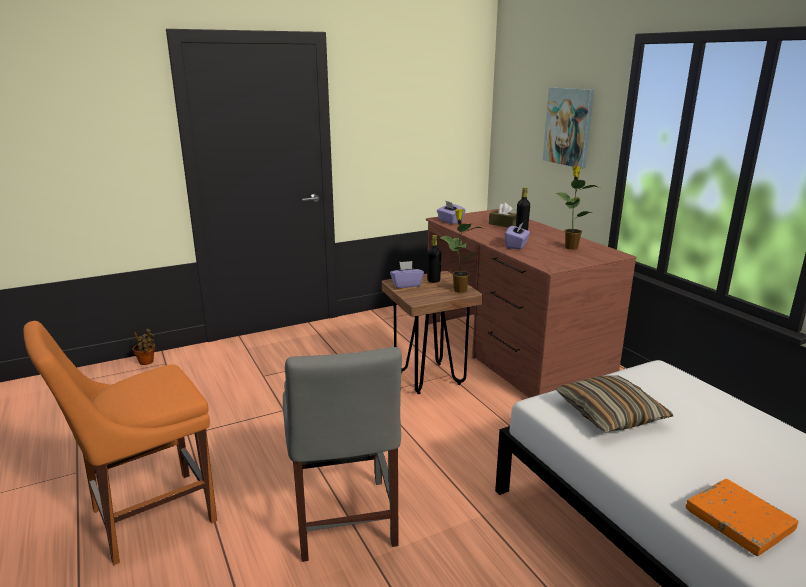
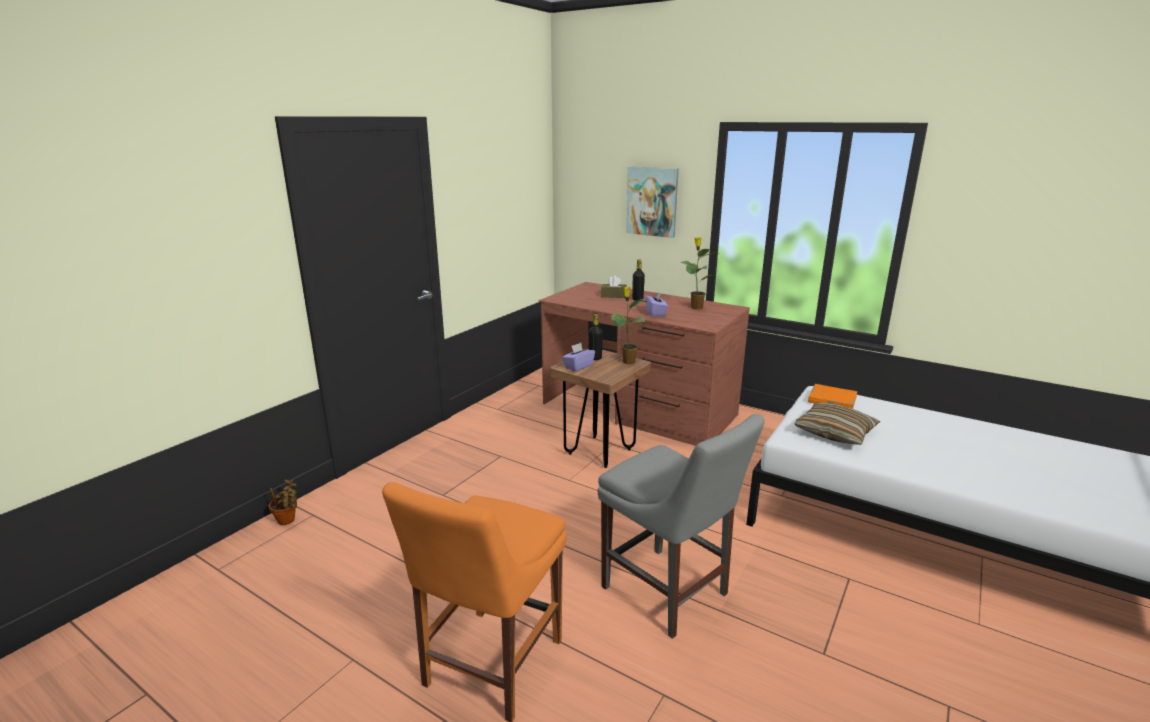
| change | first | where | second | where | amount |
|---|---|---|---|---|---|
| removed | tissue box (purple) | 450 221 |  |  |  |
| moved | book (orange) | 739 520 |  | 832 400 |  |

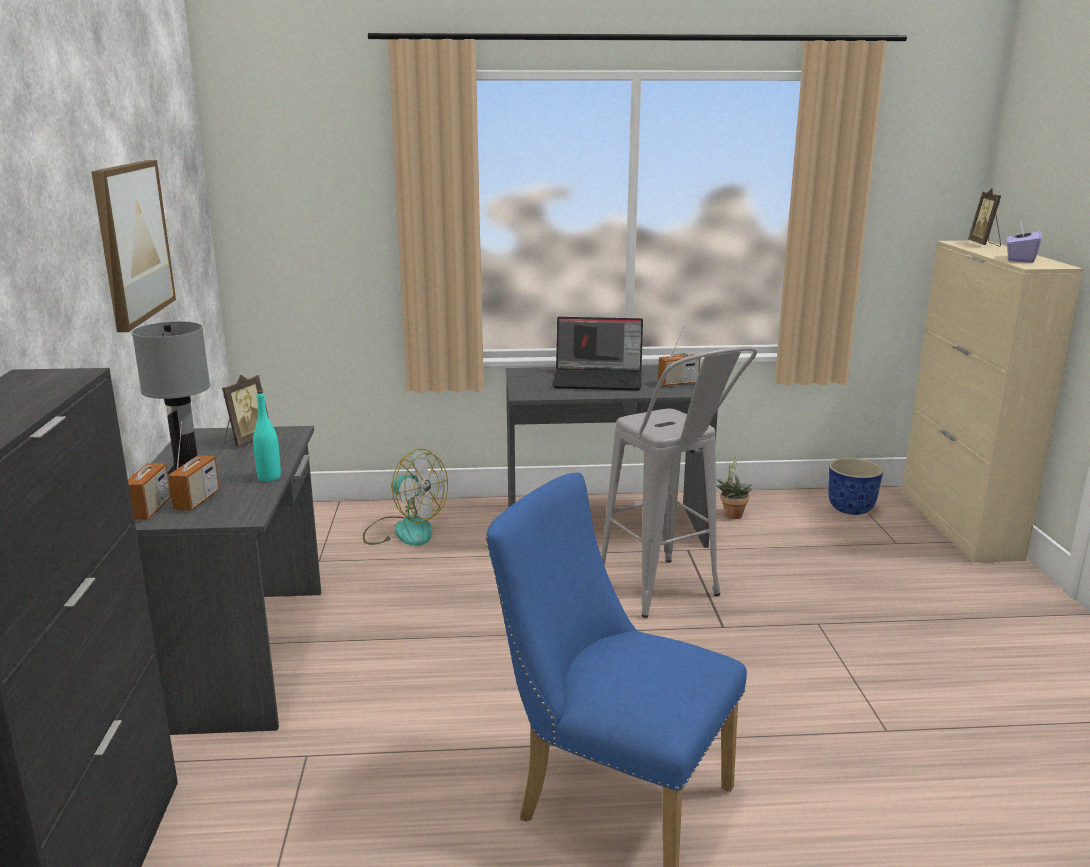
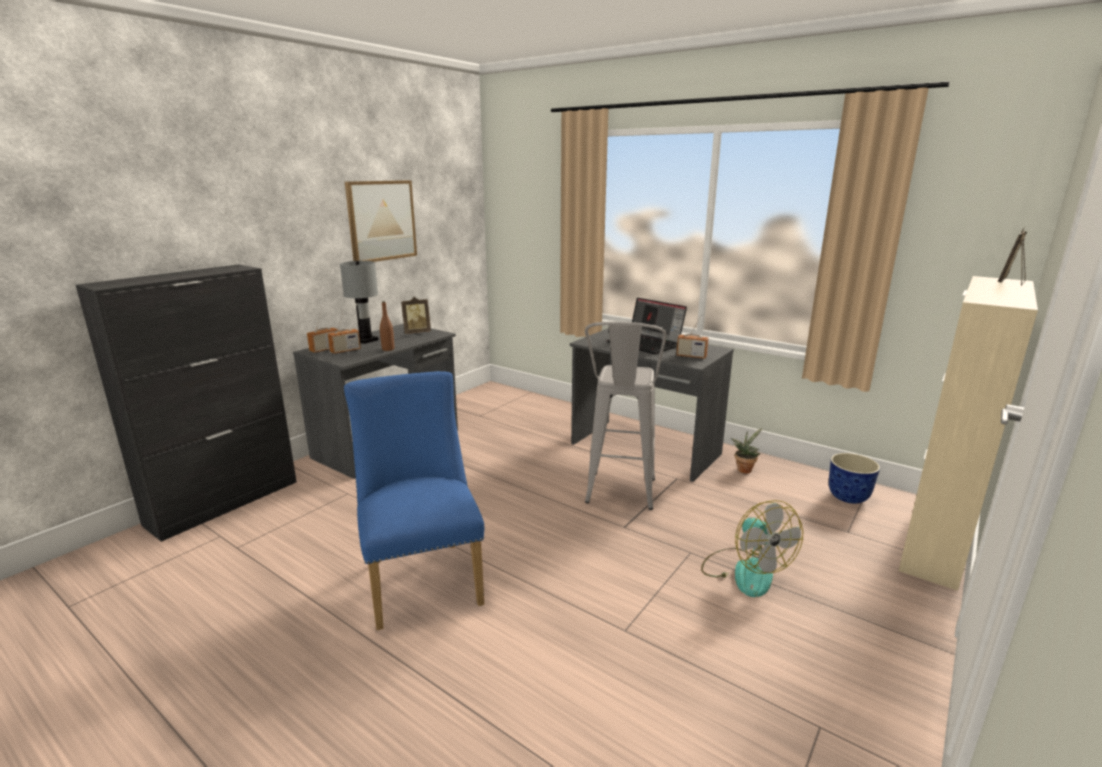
| change | first | where | second | where | amount |
|---|---|---|---|---|---|
| removed | tissue box (purple) | 1019 259 |  |  |  |
| recoloured | bottle (turquoise) | 269 477 | bottle (brown) | 388 349 |  |
| moved | fan | 404 530 |  | 745 571 |  |

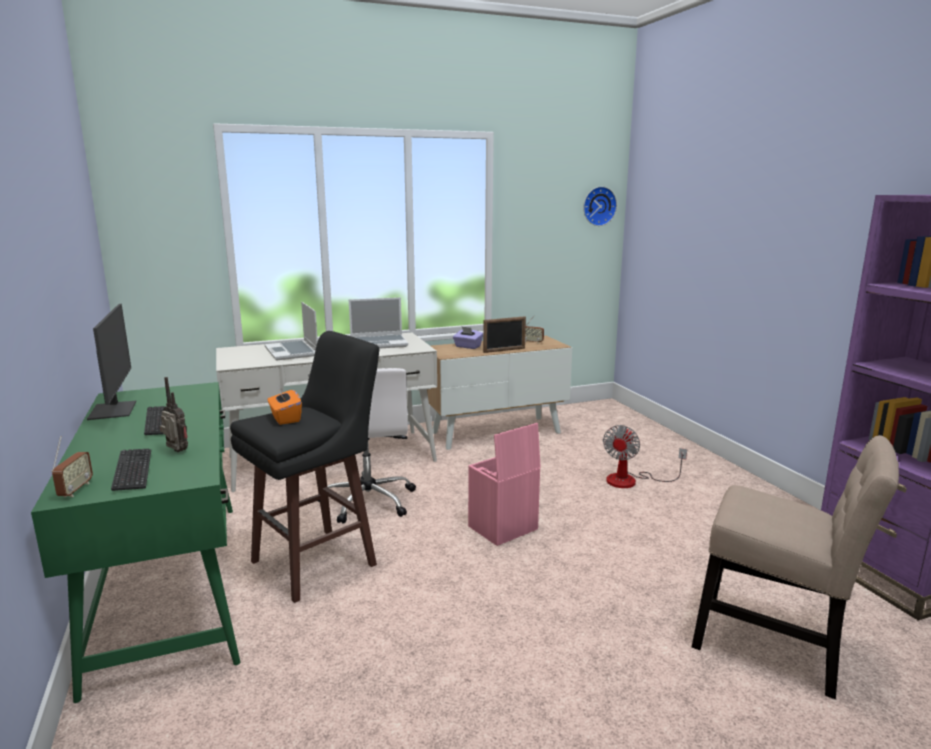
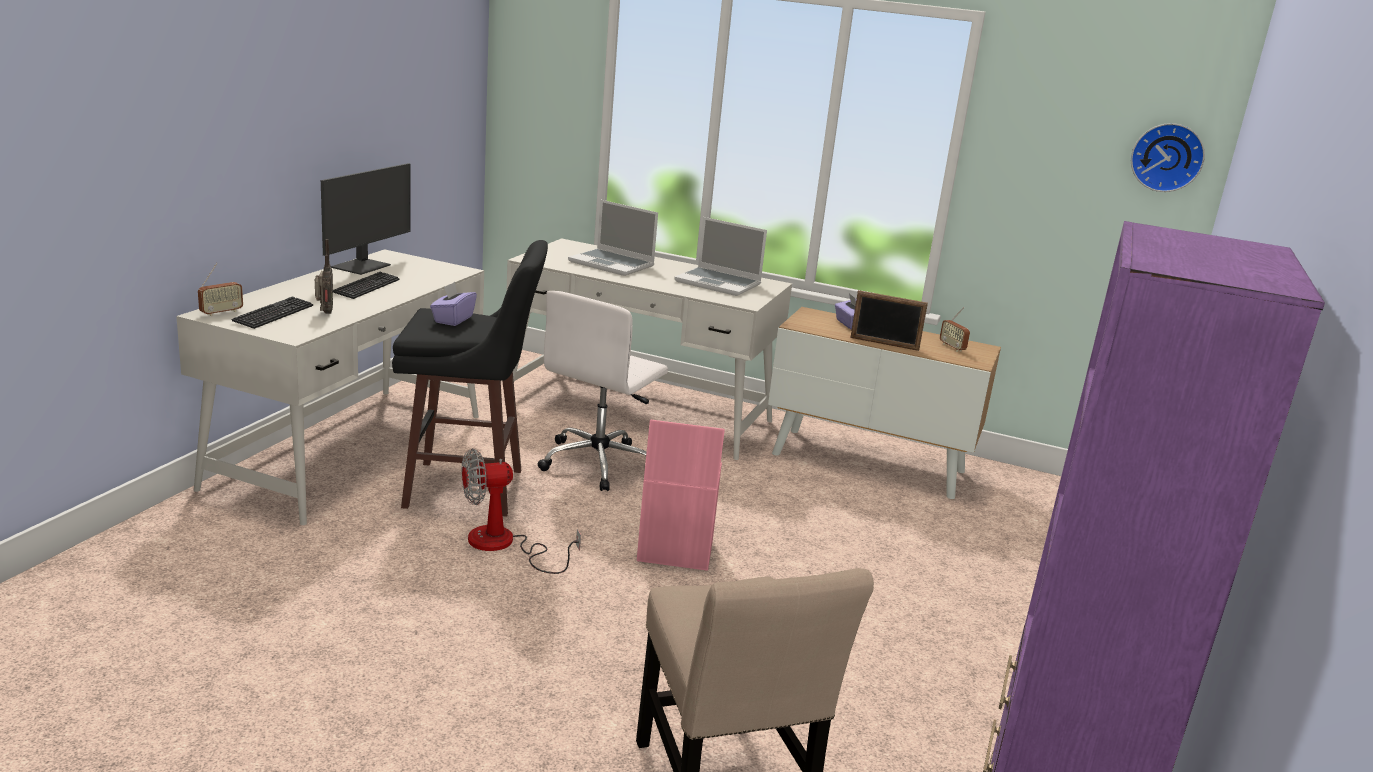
| change | first | where | second | where | amount |
|---|---|---|---|---|---|
| turned | laptop | 292 352 |  | 613 264 | 75 degrees counterclockwise |
| recoloured | desk (green) | 172 584 | desk (white) | 351 450 |  |
| recoloured | tissue box (orange) | 285 418 | tissue box (purple) | 453 319 |  |
| moved | fan | 631 480 |  | 504 545 |  |

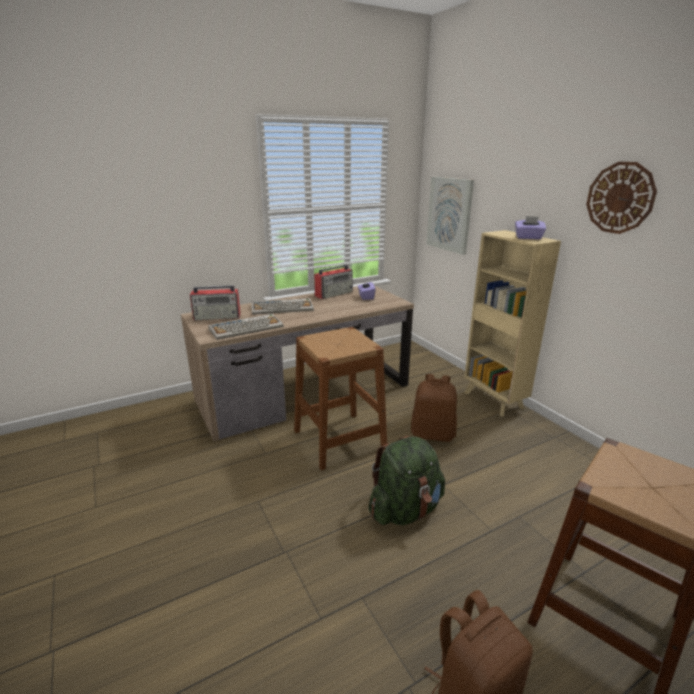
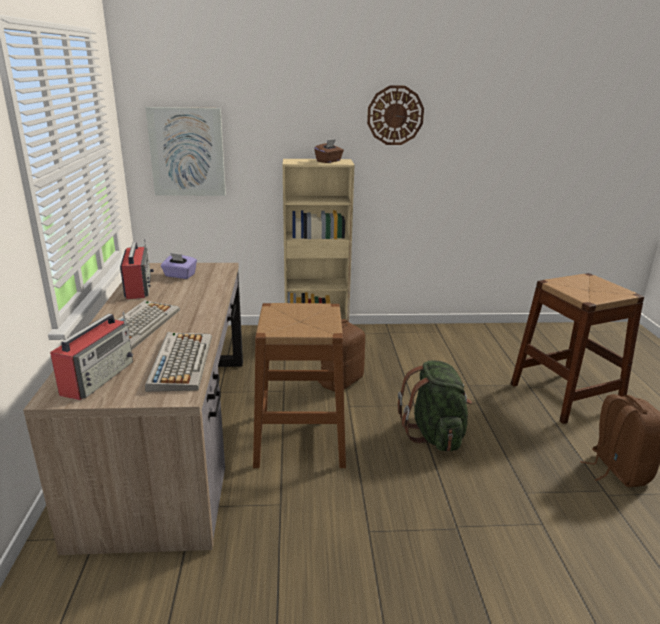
| change | first | where | second | where | amount |
|---|---|---|---|---|---|
| recoloured | tissue box (purple) | 528 238 | tissue box (brown) | 329 161 |  |

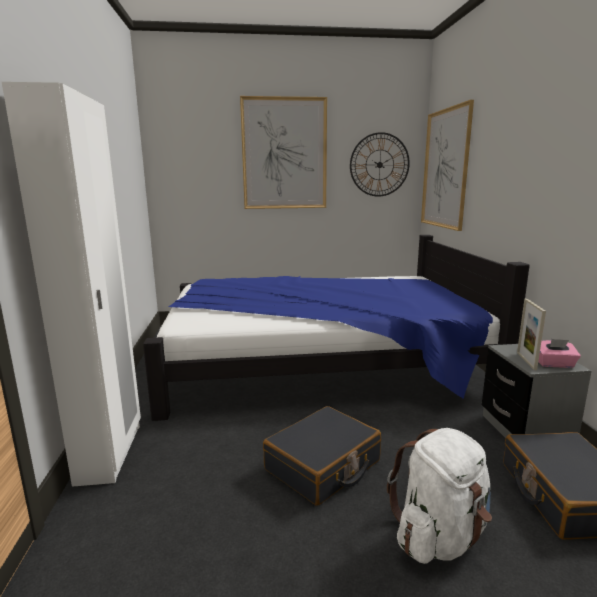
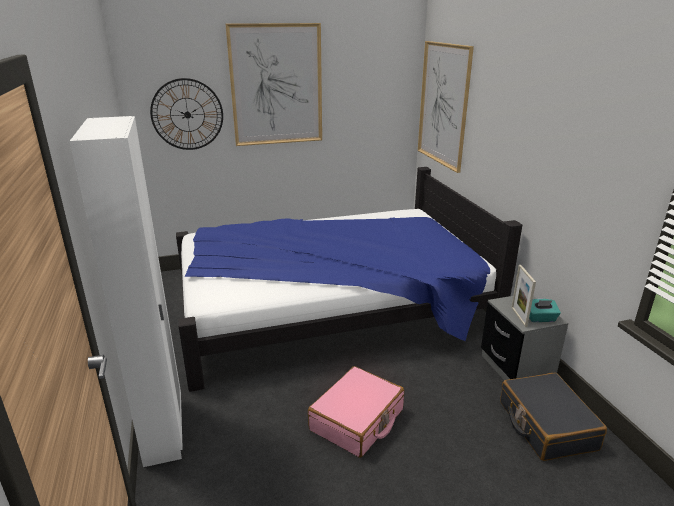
| change | first | where | second | where | amount |
|---|---|---|---|---|---|
| moved | wall clock | 379 165 |  | 187 114 |  |
| recoloured | tissue box (pink) | 554 364 | tissue box (turquoise) | 540 318 |  |
| recoloured | suitcase (black) | 323 466 | suitcase (pink) | 357 420 |  |
| removed | backpack (white) | 440 535 |  |  |  |

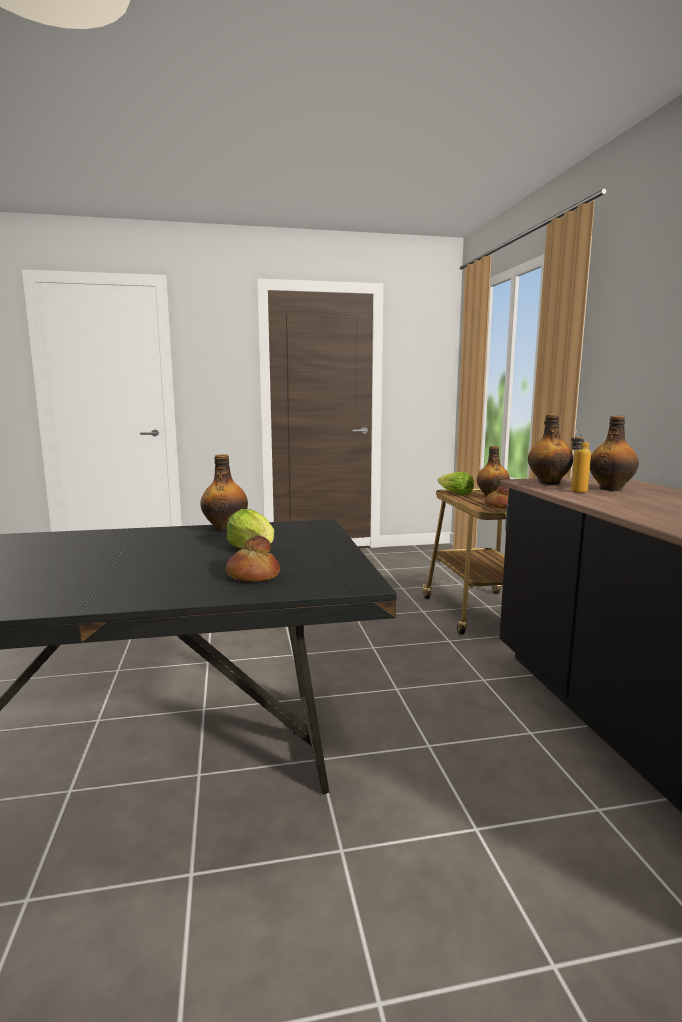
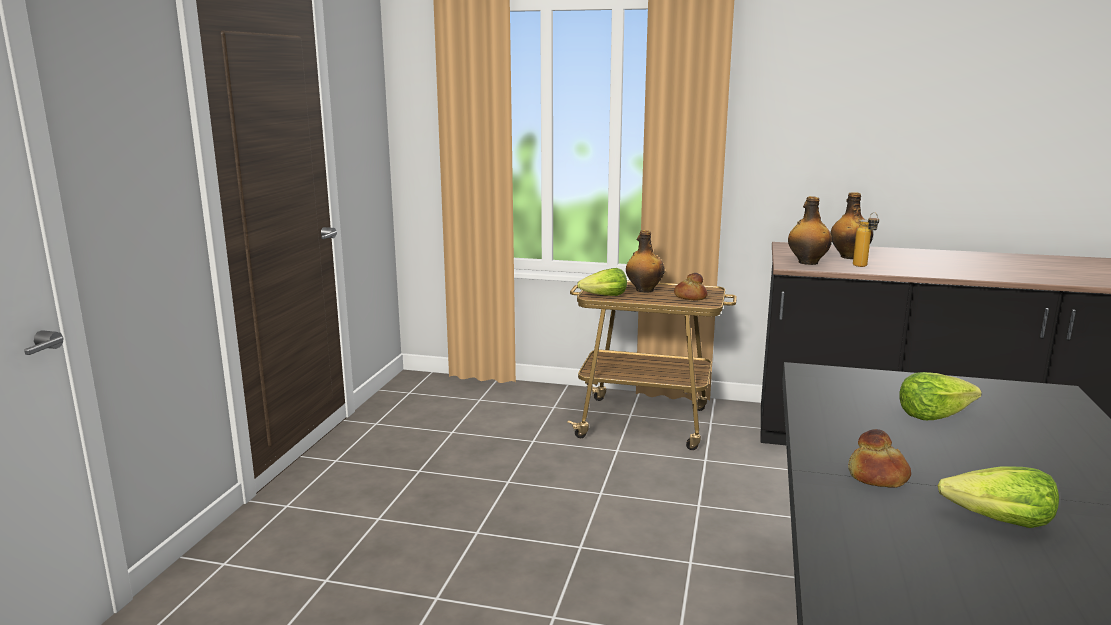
| change | first | where | second | where | amount |
|---|---|---|---|---|---|
| removed | bottle | 226 529 |  |  |  |
| moved | bread | 252 576 |  | 877 477 |  |
| added |  |  | lettuce | 999 522 |  |

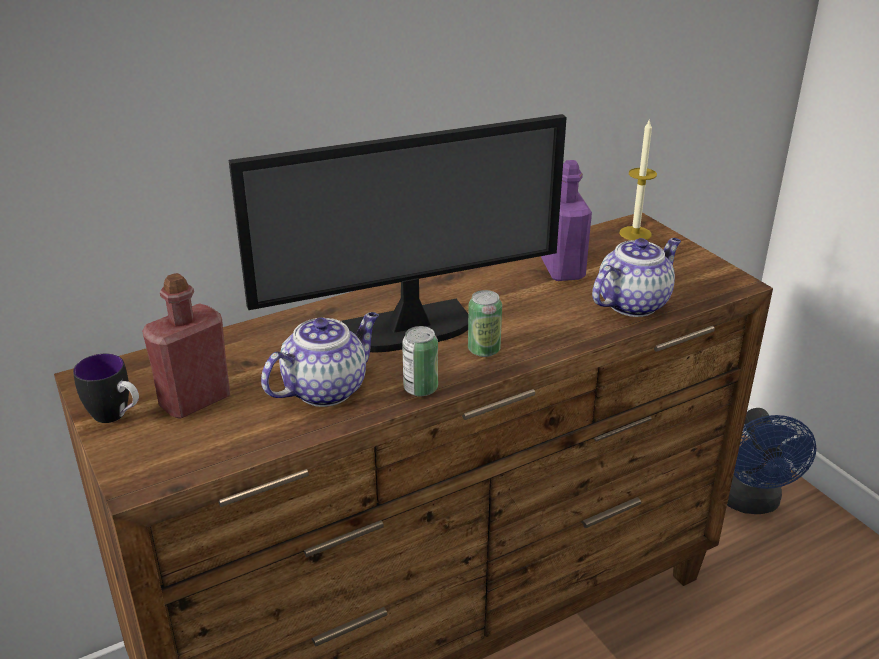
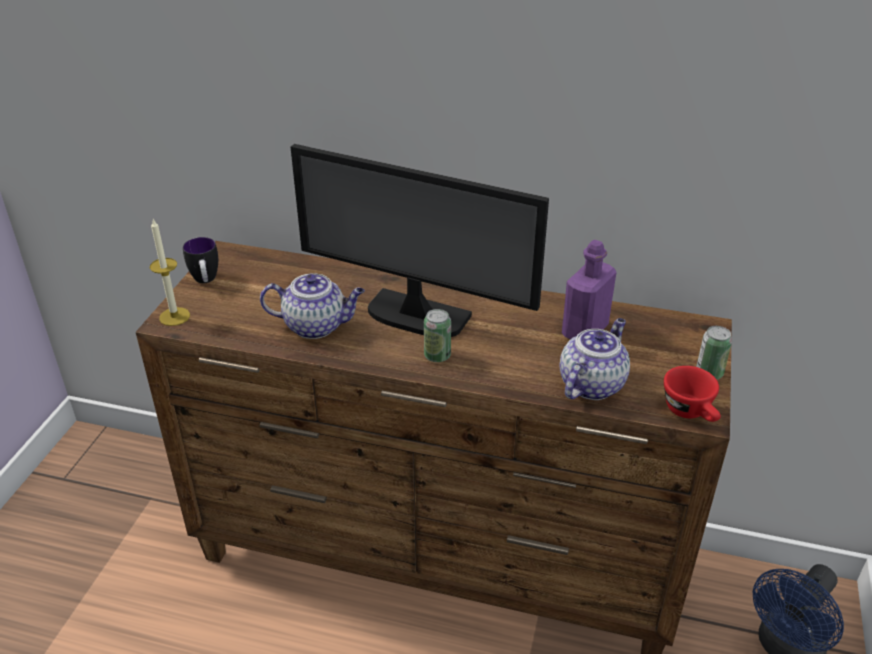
| change | first | where | second | where | amount |
|---|---|---|---|---|---|
| moved | candle | 635 233 |  | 174 316 |  |
| turned | teapot | 633 303 |  | 591 384 | 60 degrees counterclockwise |
| removed | bottle (red) | 195 400 |  |  |  |
| moved | can | 420 388 |  | 709 373 |  |
| added |  |  | cup (red) | 691 412 |  |

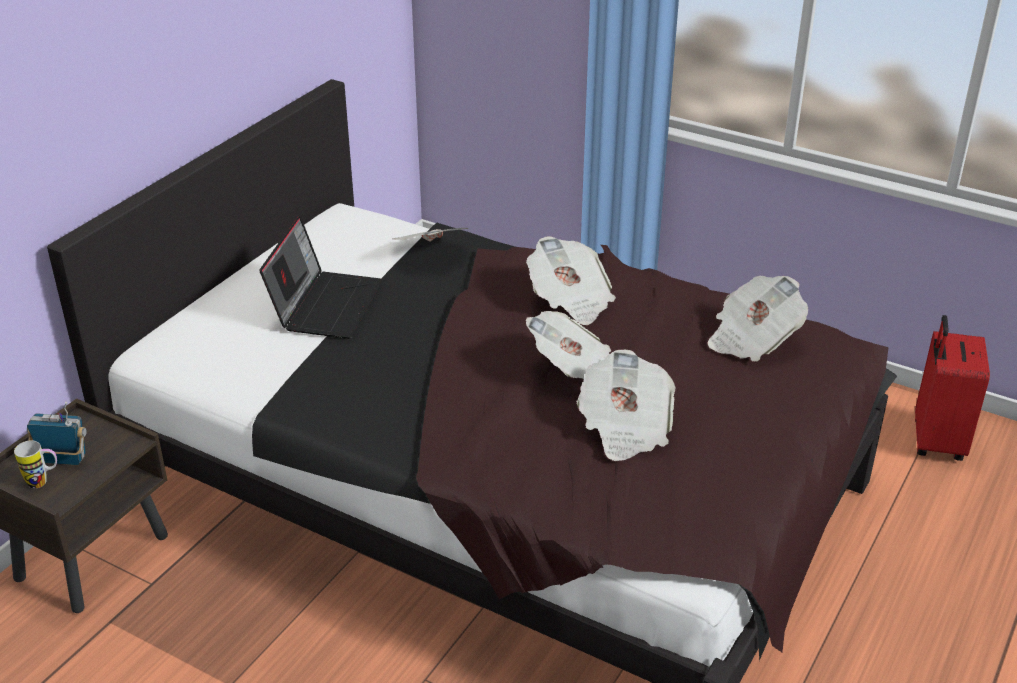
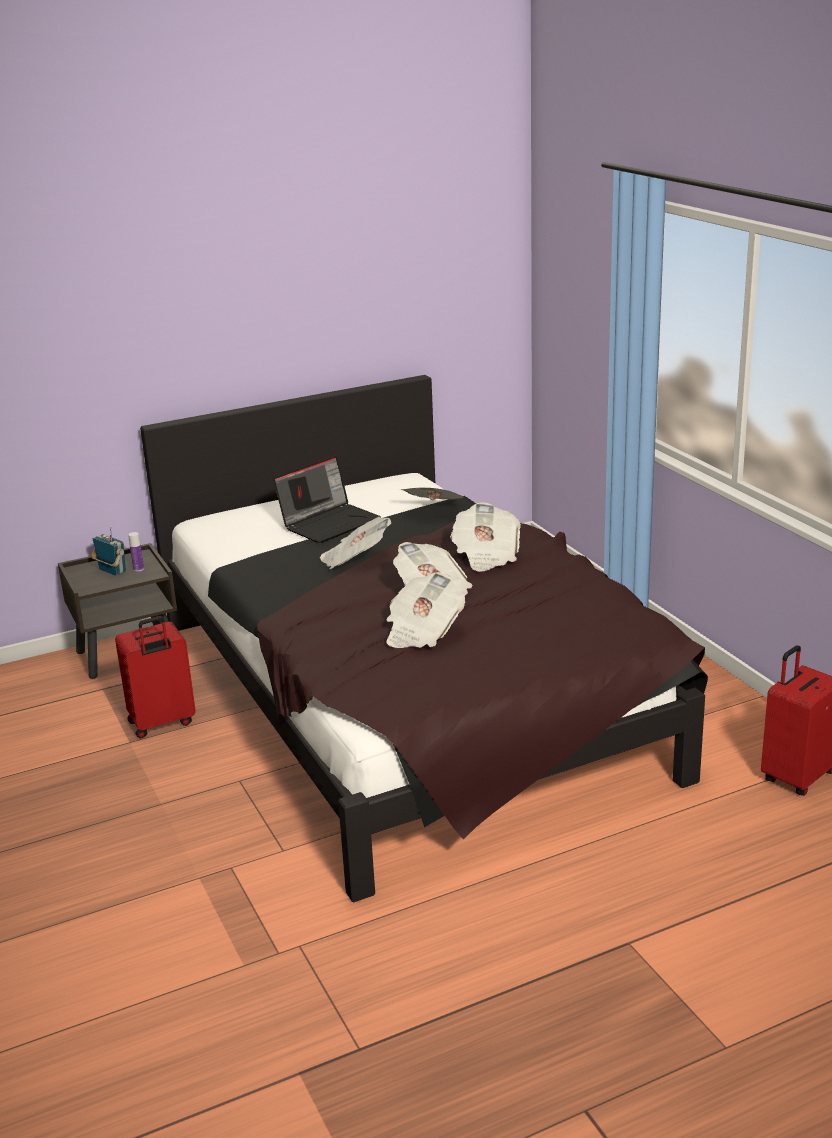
| change | first | where | second | where | amount |
|---|---|---|---|---|---|
| moved | newspaper | 752 339 |  | 355 560 |  |
| removed | mug | 43 482 |  |  |  |
| added |  |  | bottle | 138 569 |  |
| added |  |  | suitcase (red) | 162 723 |  |

